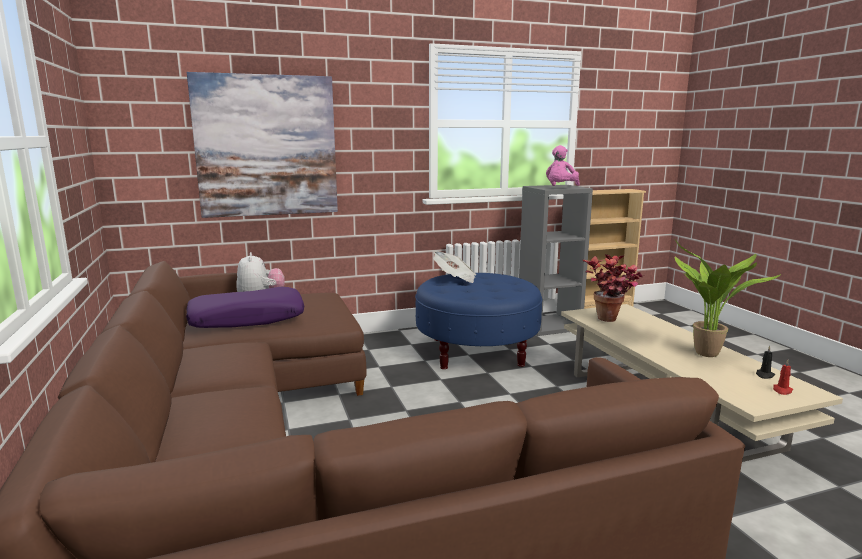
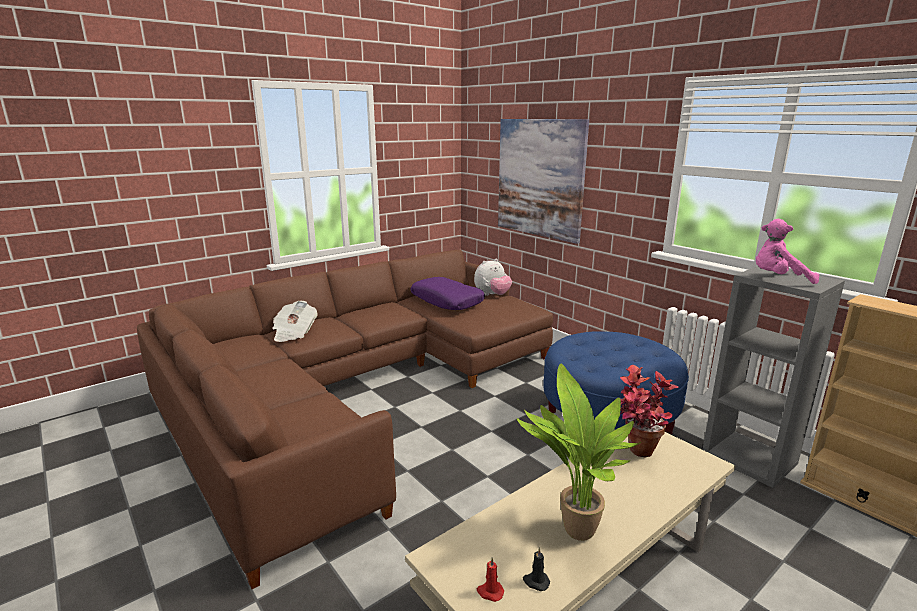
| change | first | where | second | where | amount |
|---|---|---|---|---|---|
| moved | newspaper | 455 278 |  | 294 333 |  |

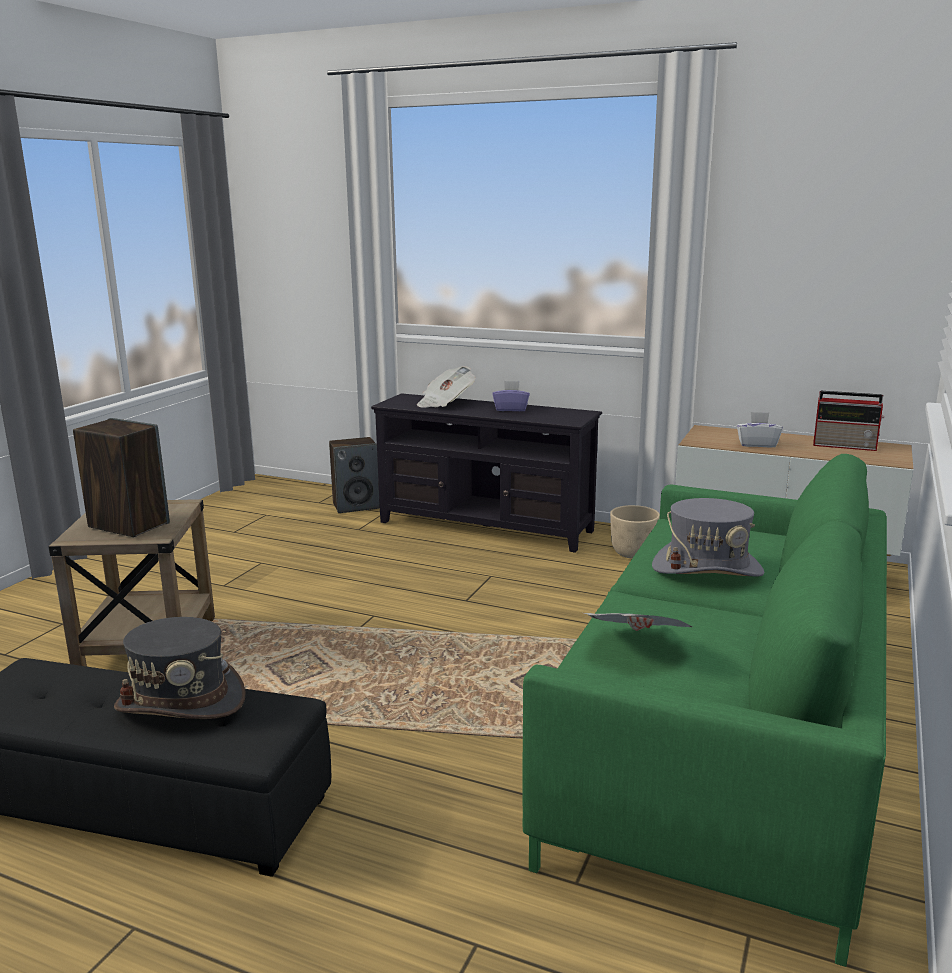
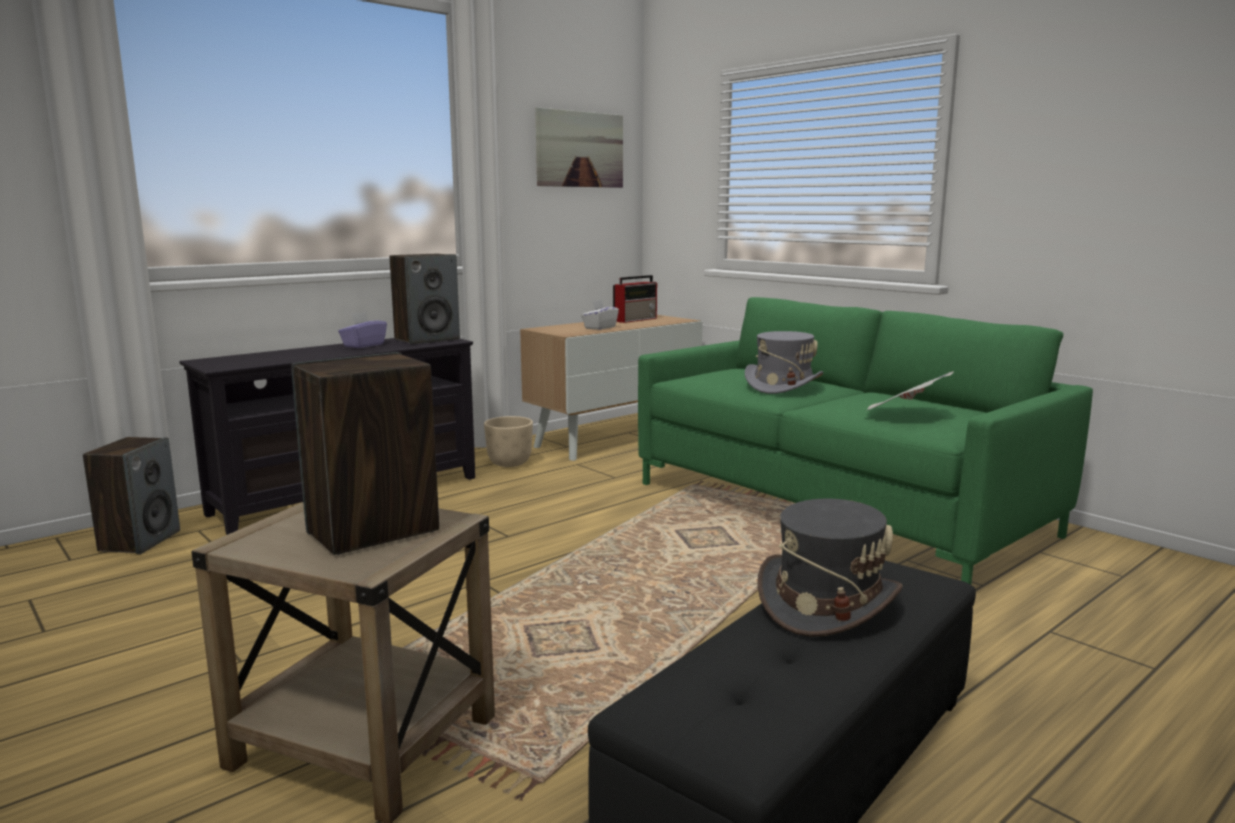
| change | first | where | second | where | amount |
|---|---|---|---|---|---|
| removed | newspaper | 445 403 |  |  |  |
| added |  |  | picture | 580 149 |  |
| added |  |  | speaker | 427 339 |  |

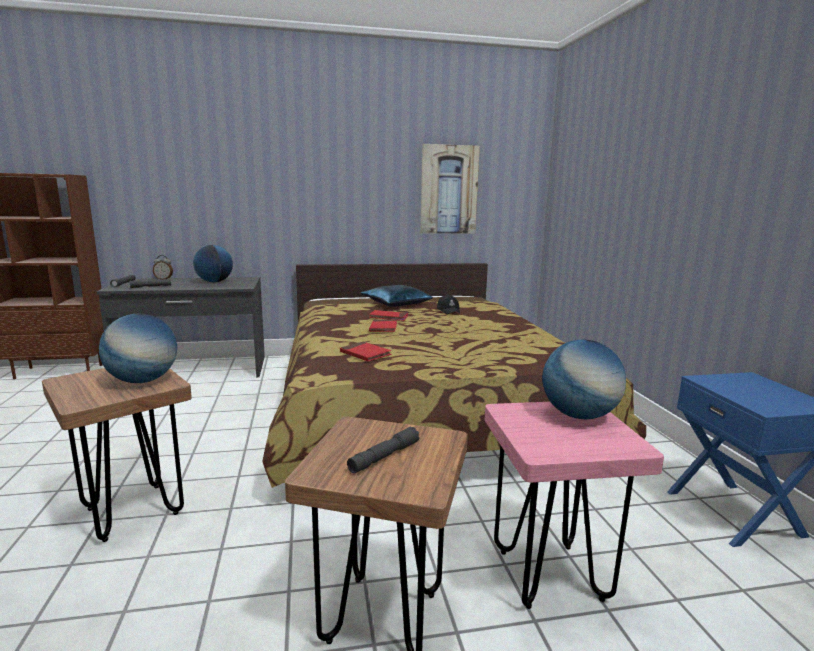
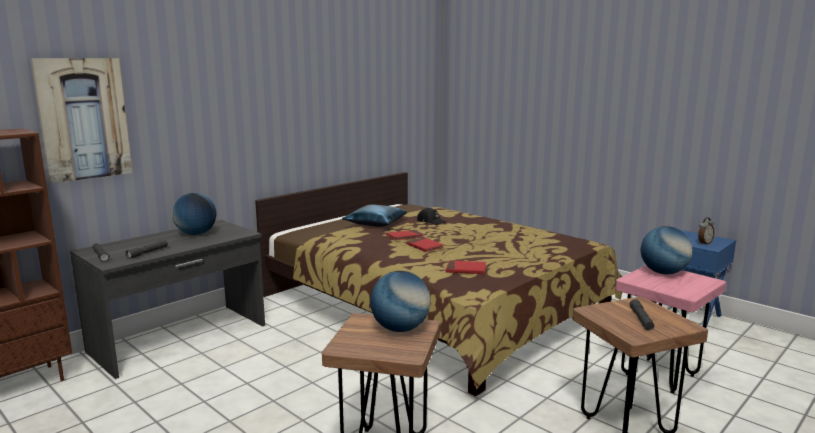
| change | first | where | second | where | amount |
|---|---|---|---|---|---|
| moved | picture | 448 190 |  | 83 119 |  |
| moved | alarm clock | 164 279 |  | 704 243 |  |

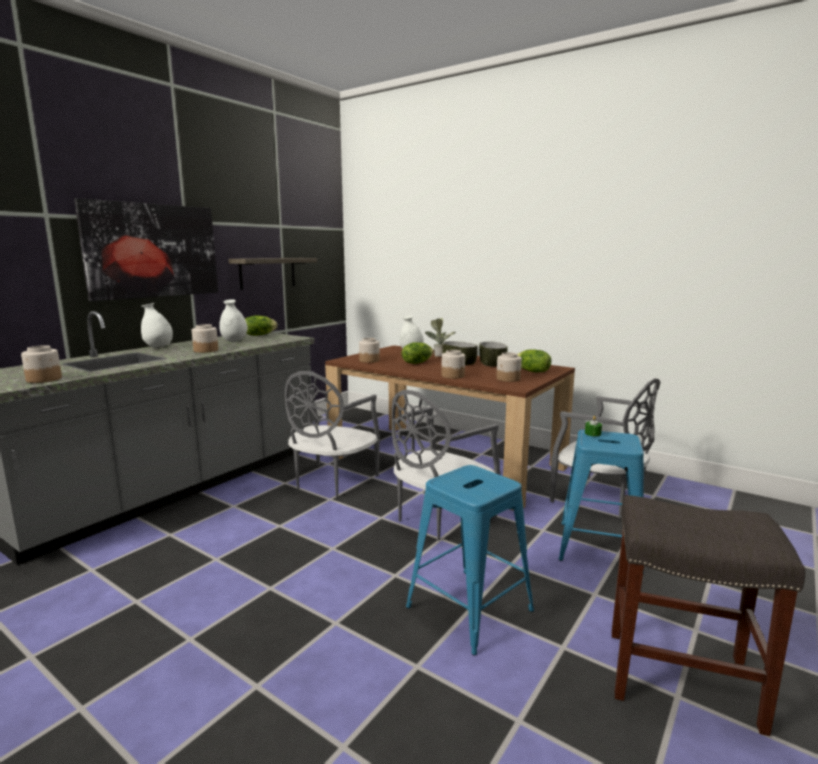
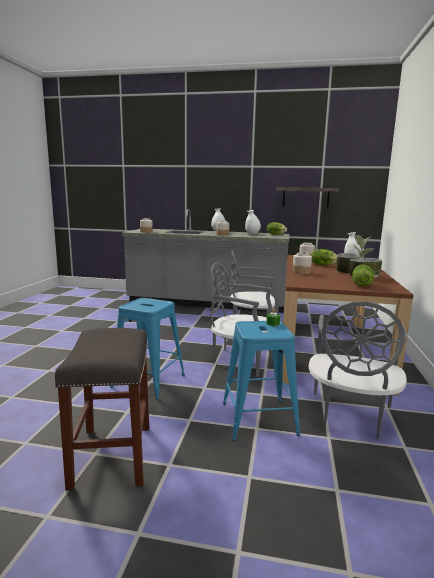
| change | first | where | second | where | amount |
|---|---|---|---|---|---|
| removed | picture | 153 251 |  |  |  |
| removed | jar | 508 379 |  |  |  |

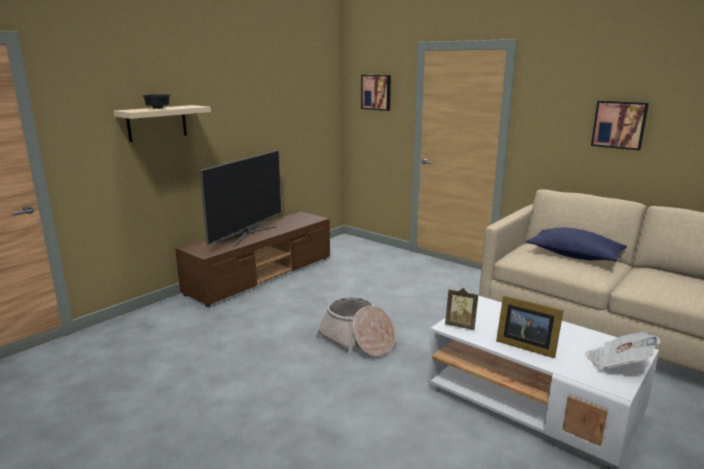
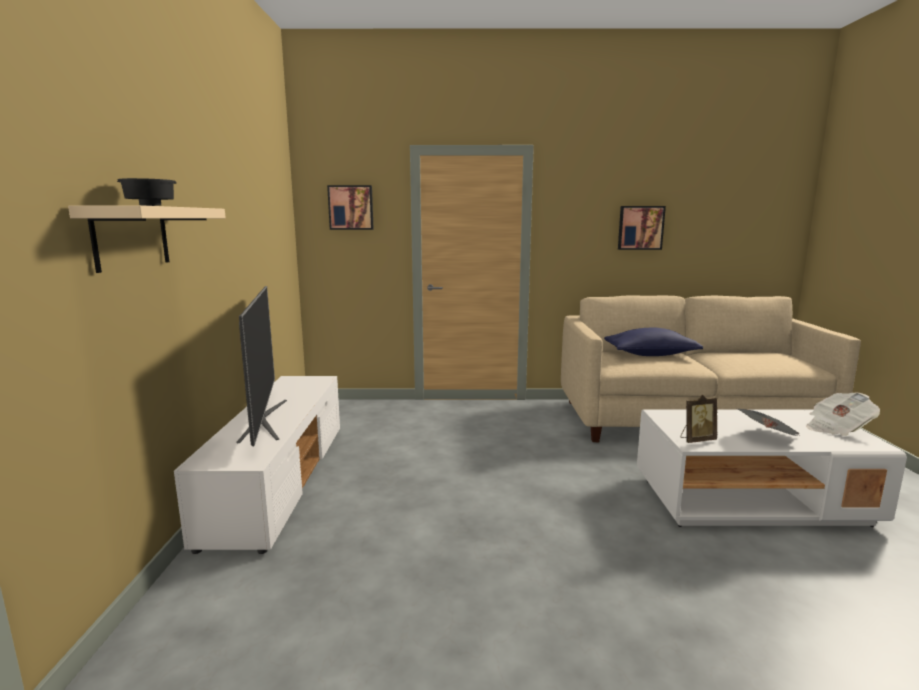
| change | first | where | second | where | amount |
|---|---|---|---|---|---|
| recoloured | tv stand (brown) | 262 275 | tv stand (white) | 279 479 |  |
| replaced | picture frame | 525 345 | newspaper | 768 438 |  |
| removed | basket | 357 341 |  |  |  |

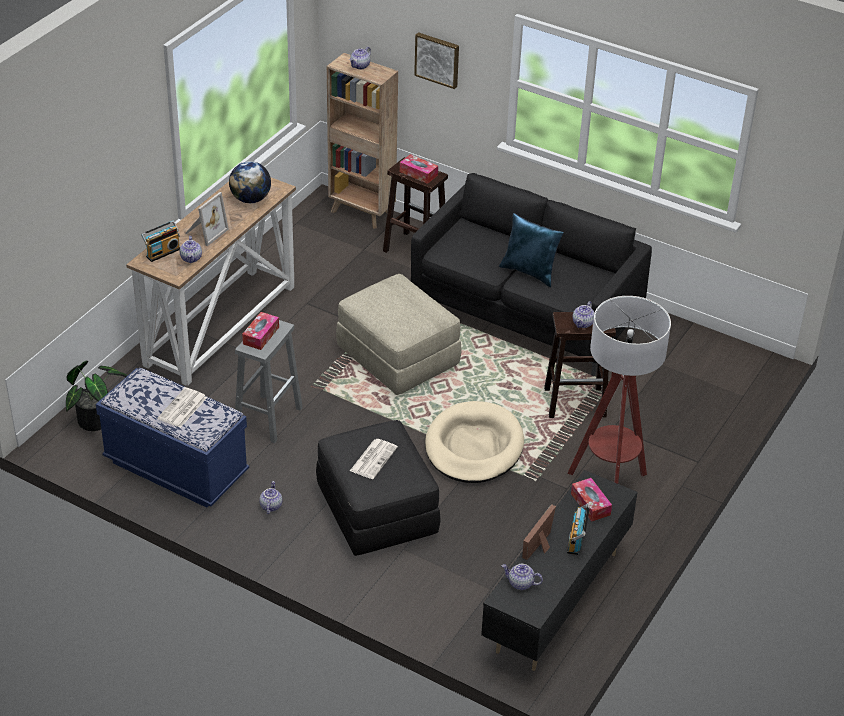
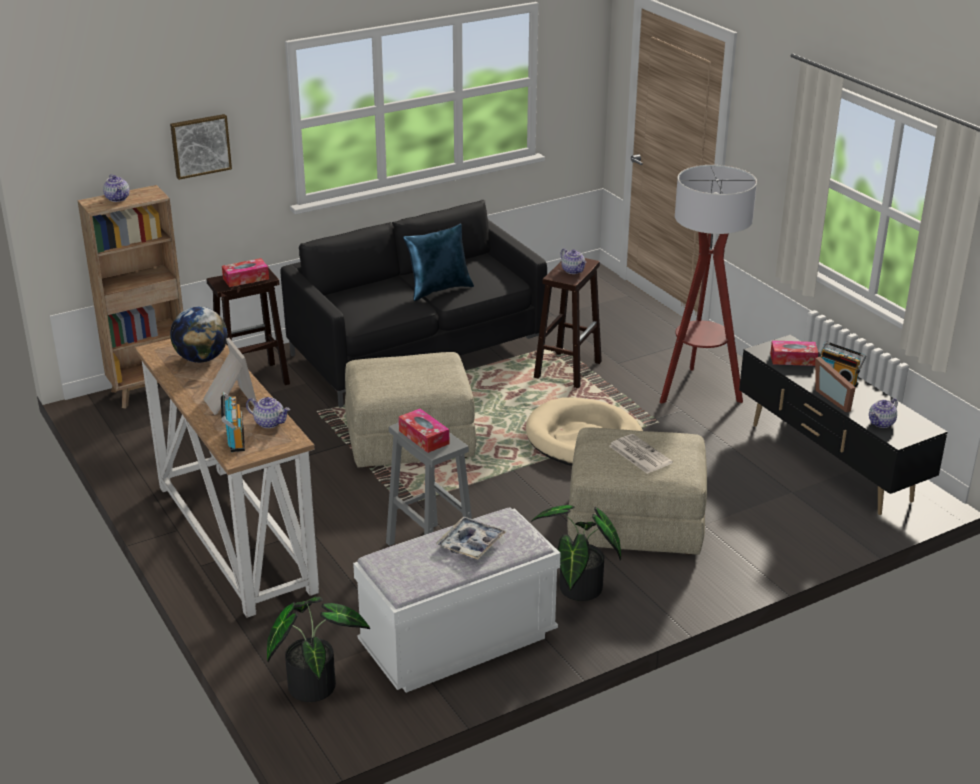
| change | first | where | second | where | amount |
|---|---|---|---|---|---|
| recoloured | bench (blue) | 176 468 | bench (white) | 458 643 |  |
| replaced | newspaper | 182 409 | tray | 470 544 |  |
| recoloured | ottoman (black) | 376 510 | ottoman (beige) | 634 524 |  |
| replaced | teapot | 270 506 | potted plant | 576 591 |  |

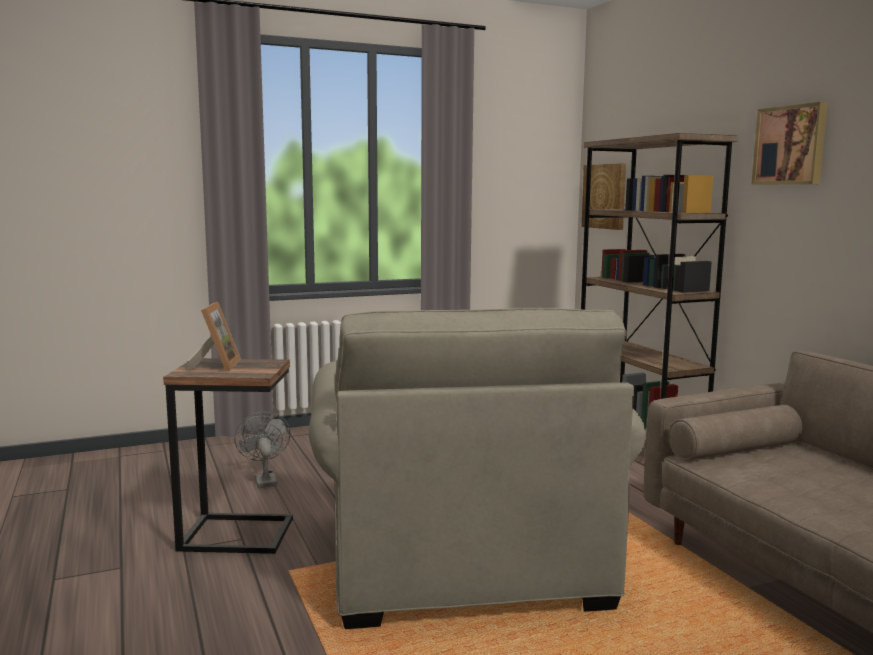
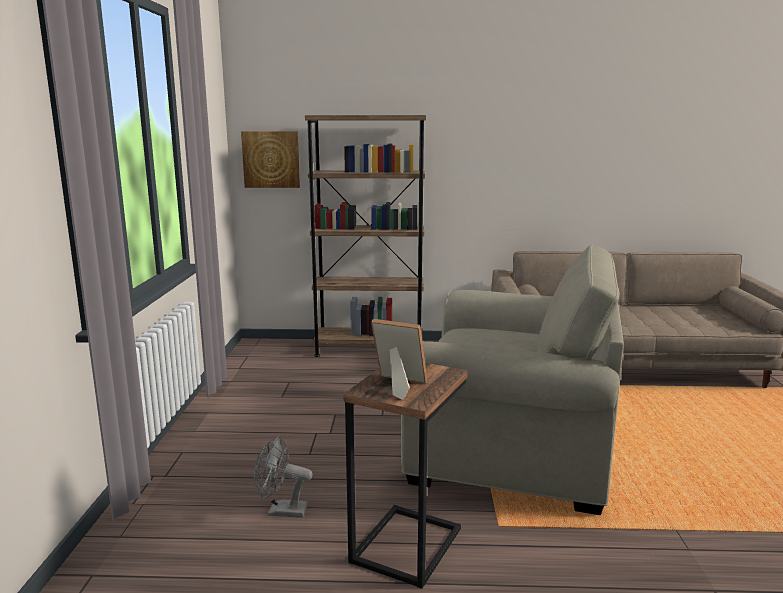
| change | first | where | second | where | amount |
|---|---|---|---|---|---|
| removed | picture | 791 145 |  |  |  |

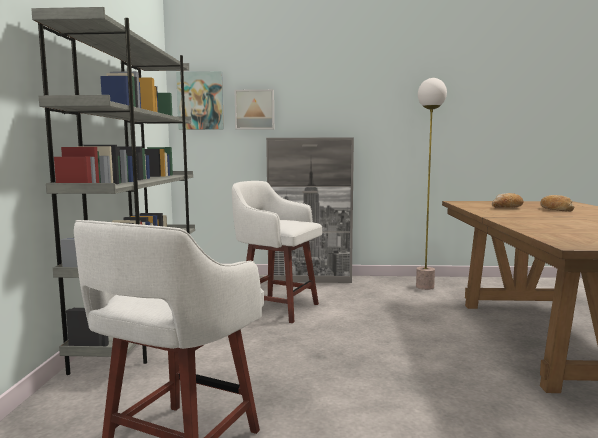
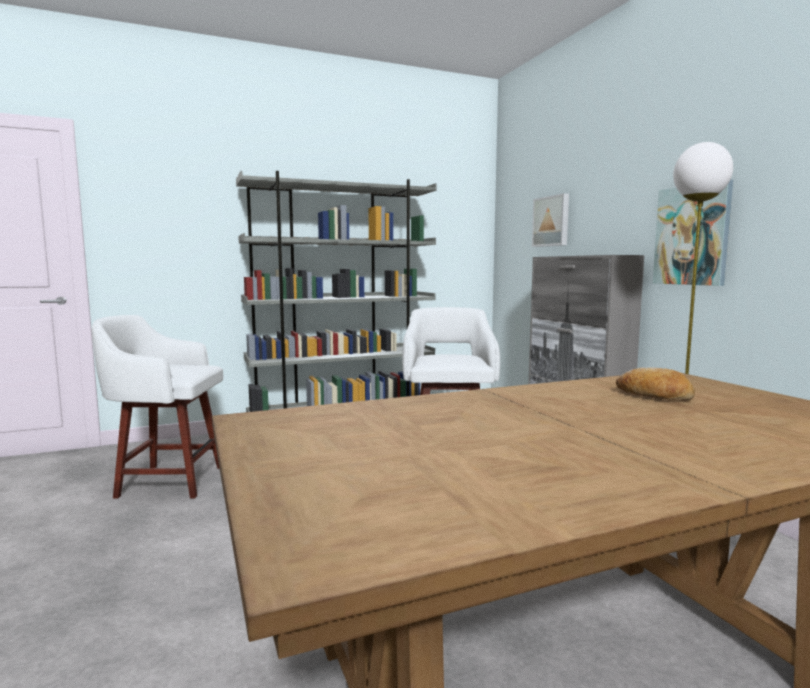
| change | first | where | second | where | amount |
|---|---|---|---|---|---|
| moved | picture | 200 101 |  | 692 235 |  |
| removed | bread | 555 209 |  |  |  |

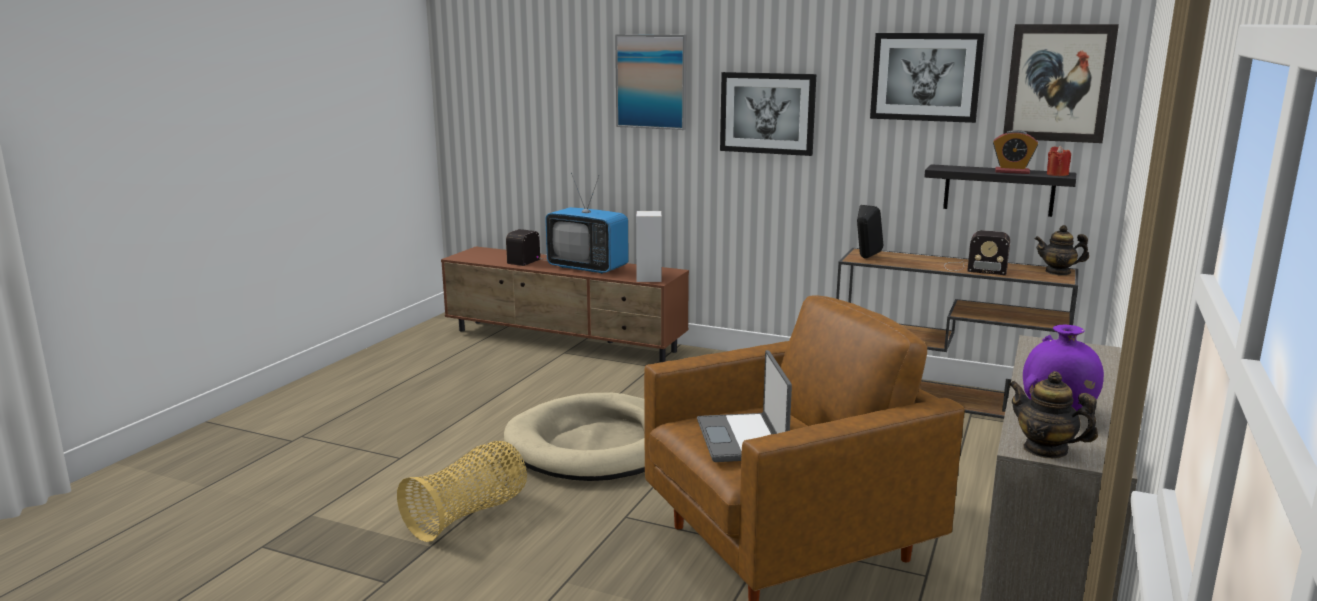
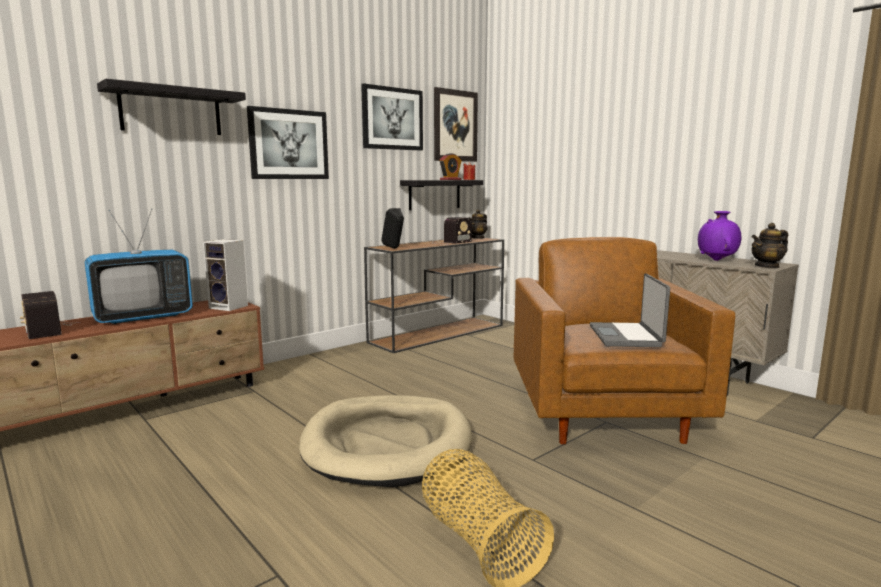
| change | first | where | second | where | amount |
|---|---|---|---|---|---|
| replaced | picture | 651 81 | shelf (black) | 171 111 |  |
| turned | laptop | 743 439 |  | 626 336 | 75 degrees clockwise |

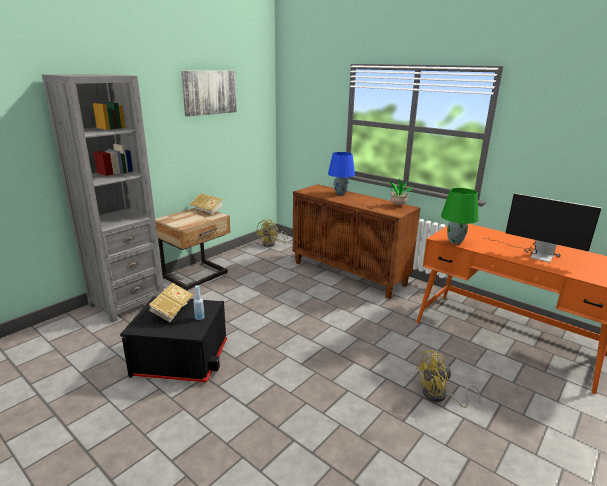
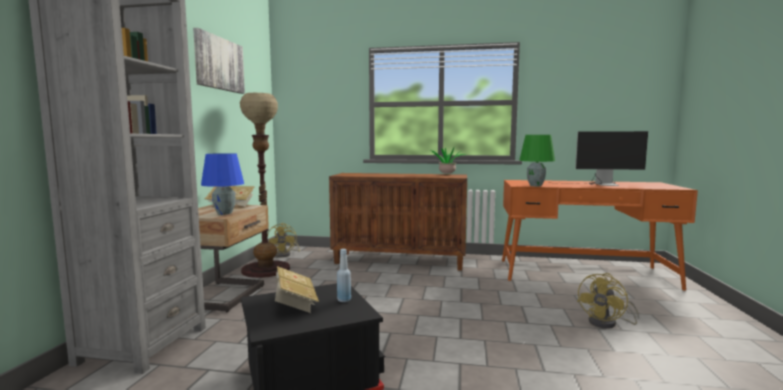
| change | first | where | second | where | amount |
|---|---|---|---|---|---|
| moved | table lamp (blue) | 340 193 |  | 224 213 |  |
| added |  |  | floor lamp | 265 269 |  |

